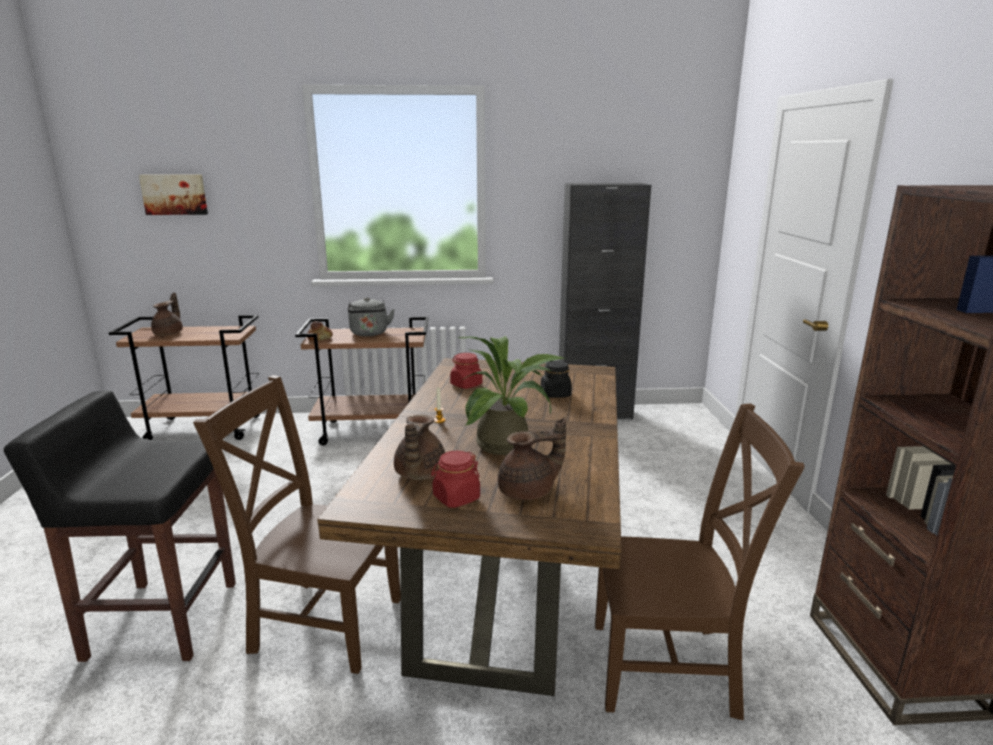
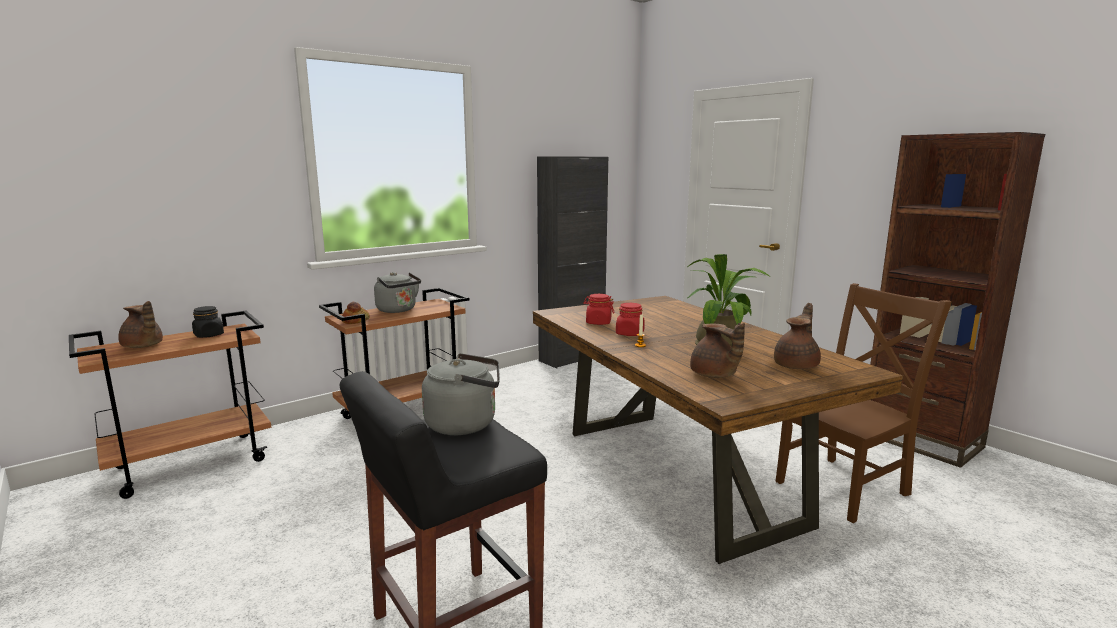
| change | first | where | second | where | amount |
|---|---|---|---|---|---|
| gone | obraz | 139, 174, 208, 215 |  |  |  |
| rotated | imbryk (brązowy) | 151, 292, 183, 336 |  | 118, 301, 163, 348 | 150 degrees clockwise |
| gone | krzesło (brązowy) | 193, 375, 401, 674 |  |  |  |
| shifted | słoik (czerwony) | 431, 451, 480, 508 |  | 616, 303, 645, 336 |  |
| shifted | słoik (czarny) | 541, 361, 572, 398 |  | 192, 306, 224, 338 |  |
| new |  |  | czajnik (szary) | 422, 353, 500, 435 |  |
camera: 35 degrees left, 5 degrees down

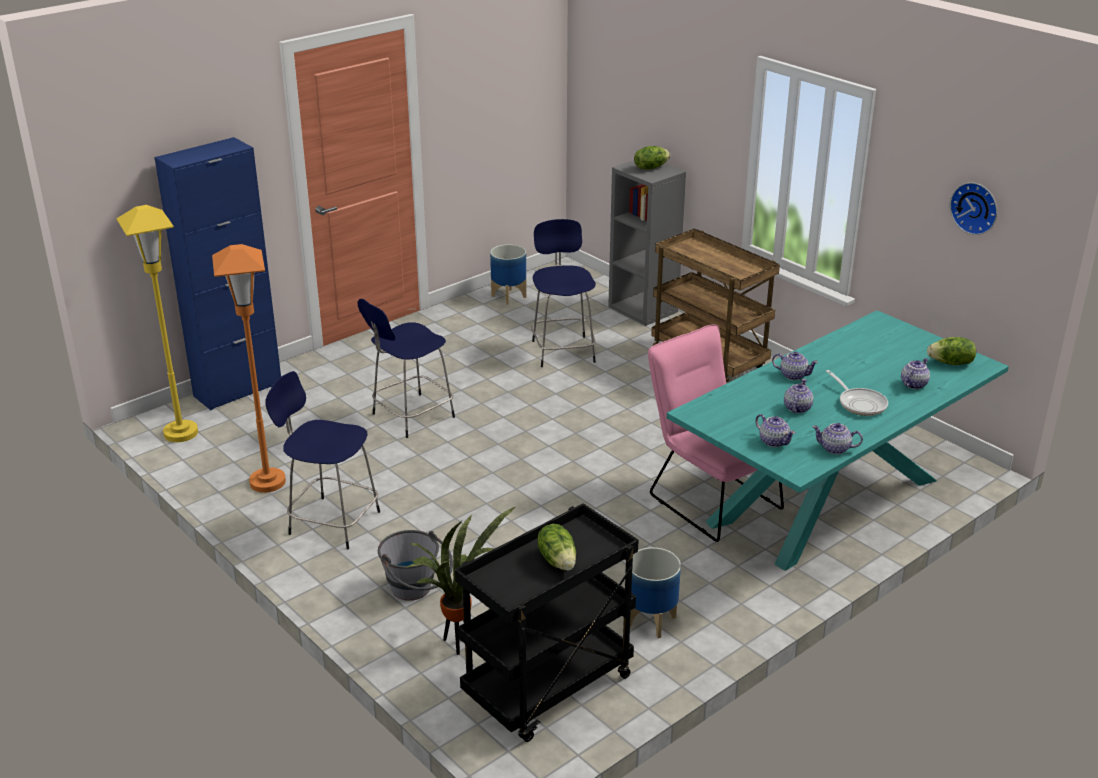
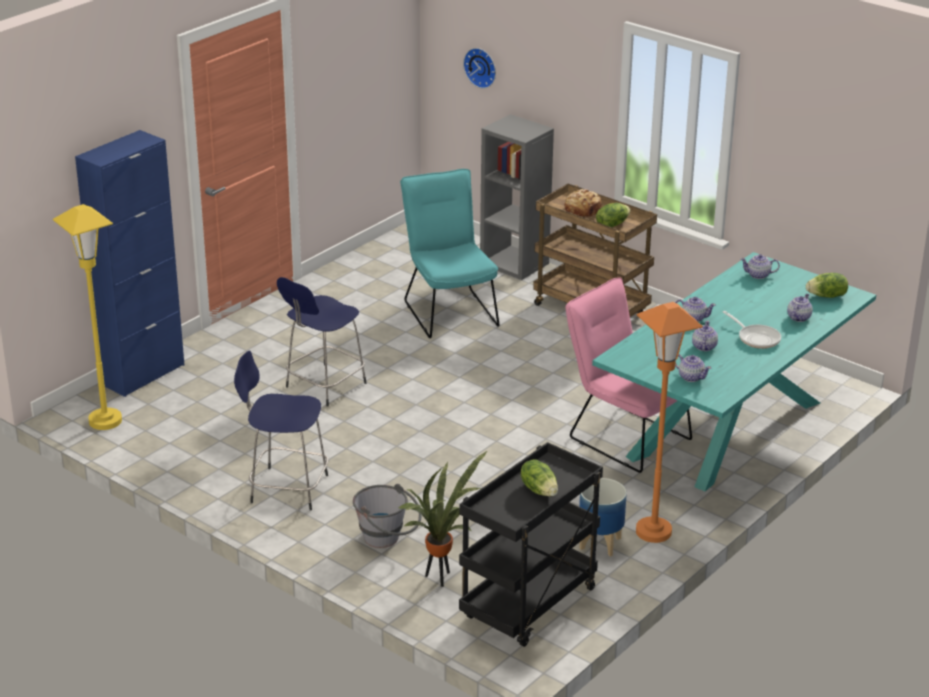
| change | first | where | second | where | amount |
|---|---|---|---|---|---|
| shifted | lampa stojąca (pomarańczowy) | 212, 244, 286, 493 |  | 636, 302, 703, 543 |  |
| gone | donica | 490, 244, 527, 305 |  |  |  |
| swapped | stołek (niebieski) | 531, 219, 596, 367 | krzesło (turkusowy) | 400, 169, 499, 338 |  |
| shifted | sałata | 634, 146, 670, 170 |  | 596, 203, 630, 227 |  |
| shifted | imbryk | 812, 423, 863, 454 |  | 740, 254, 780, 279 |  |
| shifted | zegar ścienny | 950, 182, 997, 235 |  | 463, 48, 496, 89 |  |
| new |  |  | chleb | 565, 189, 602, 218 |  |
camera: 10 degrees left, 0 degrees up

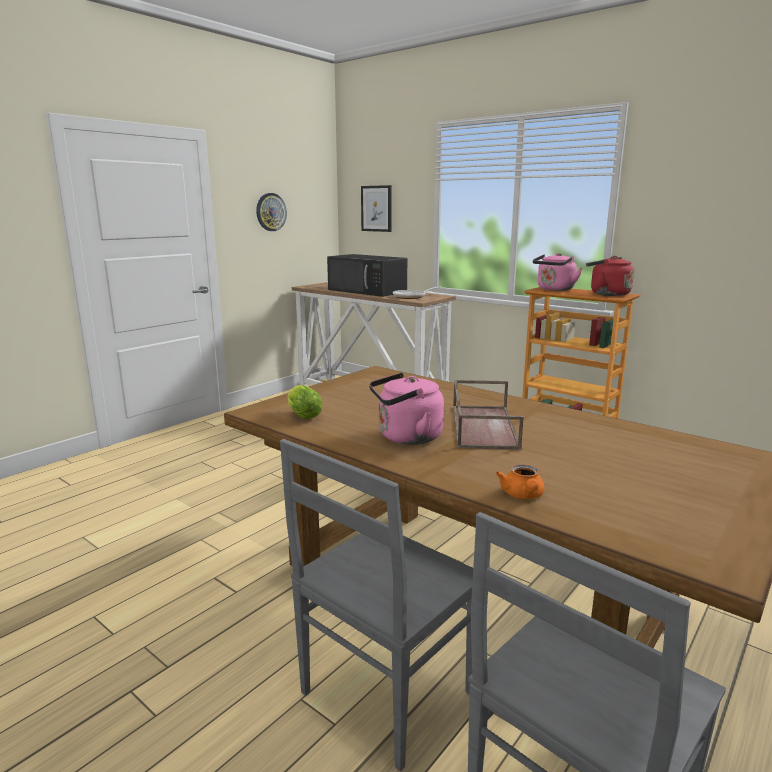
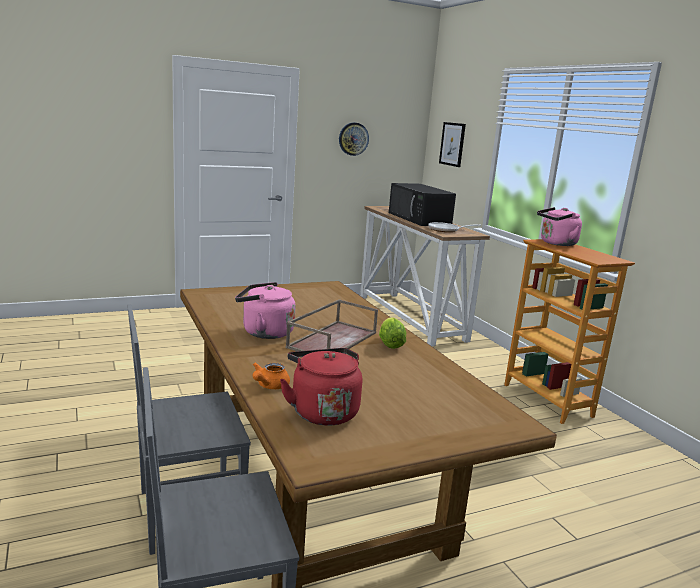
| change | first | where | second | where | amount |
|---|---|---|---|---|---|
| shifted | sałata | 287, 385, 322, 419 |  | 379, 317, 406, 349 |  |
| shifted | czajnik (czerwony) | 586, 256, 634, 296 |  | 280, 348, 362, 426 |  |
camera: 25 degrees right, 0 degrees up

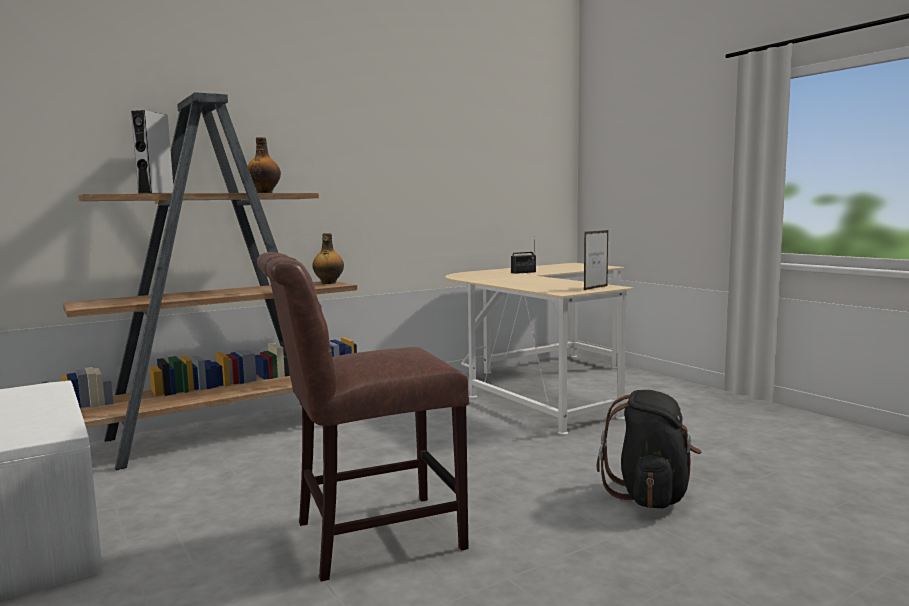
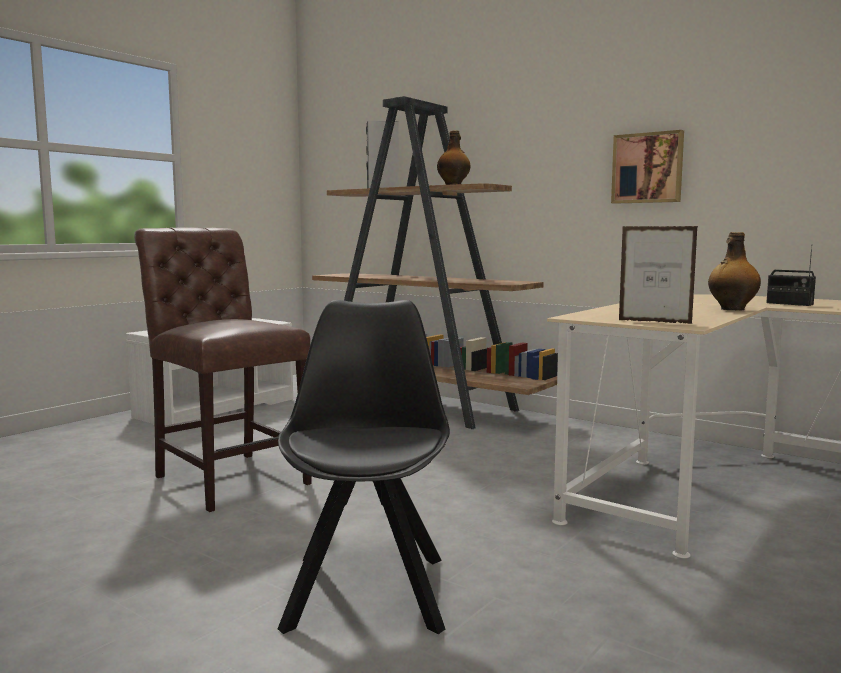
| change | first | where | second | where | amount |
|---|---|---|---|---|---|
| shifted | butelka | 312, 233, 344, 284 |  | 708, 232, 761, 310 |  |
| swapped | plecak (czarny) | 597, 390, 702, 508 | krzesło (czarny) | 278, 300, 450, 634 |  |
| new |  |  | obraz | 611, 130, 684, 204 |  |
camera: 70 degrees right, 0 degrees up

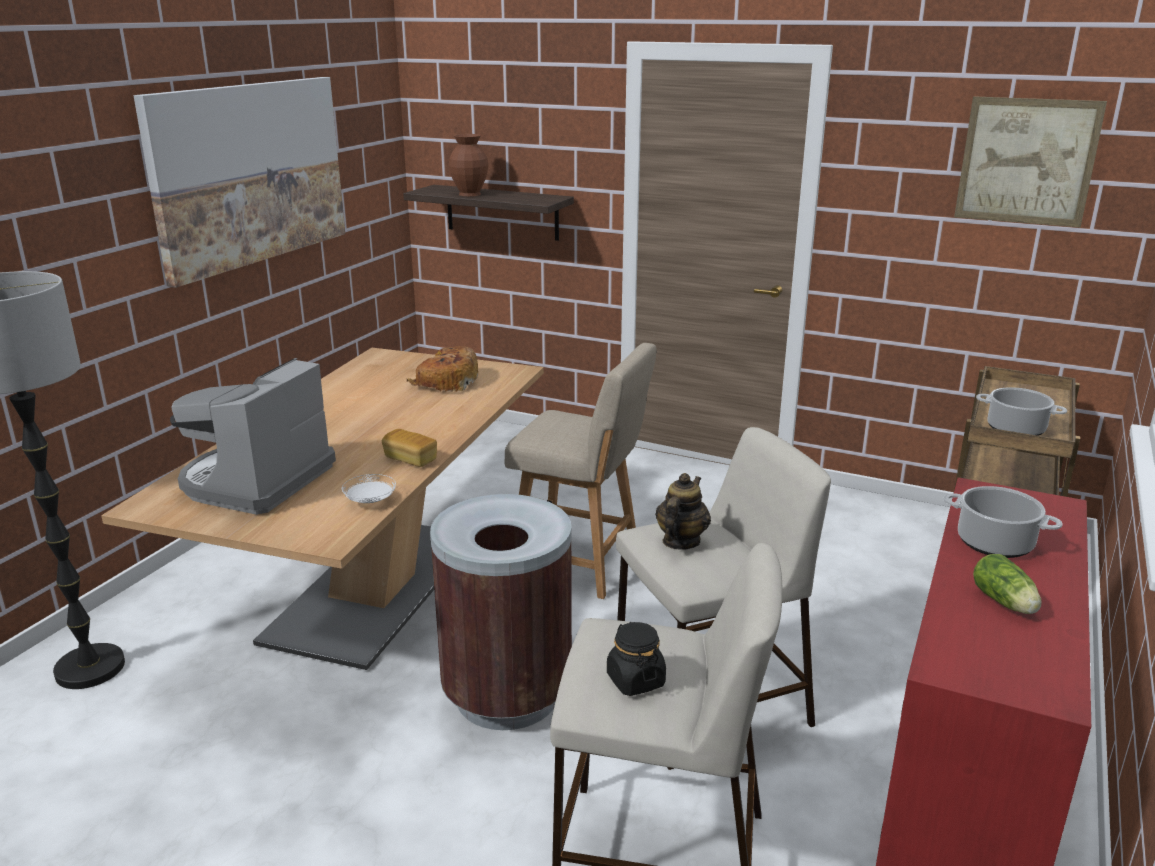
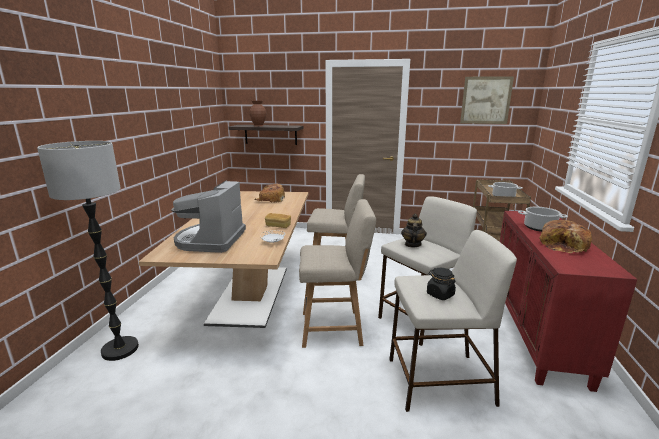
| change | first | where | second | where | amount |
|---|---|---|---|---|---|
| gone | obraz | 133, 77, 345, 288 |  |  |  |
| swapped | kosz na śmieci (brązowy) | 430, 494, 572, 730 | krzesło (beżowy) | 299, 199, 376, 348 |  |
| swapped | sałata | 973, 554, 1041, 614 | chleb | 539, 220, 592, 253 |  |
camera: 15 degrees left, 5 degrees down

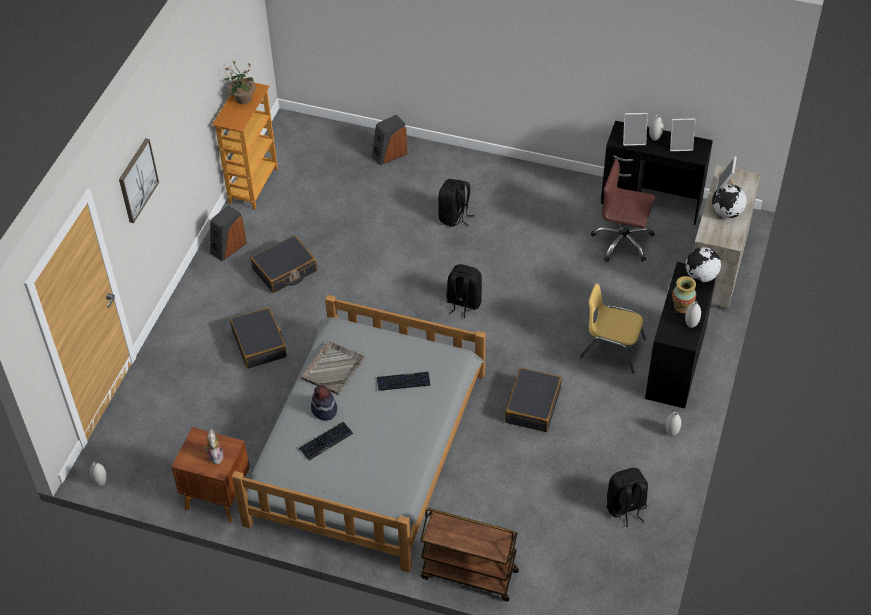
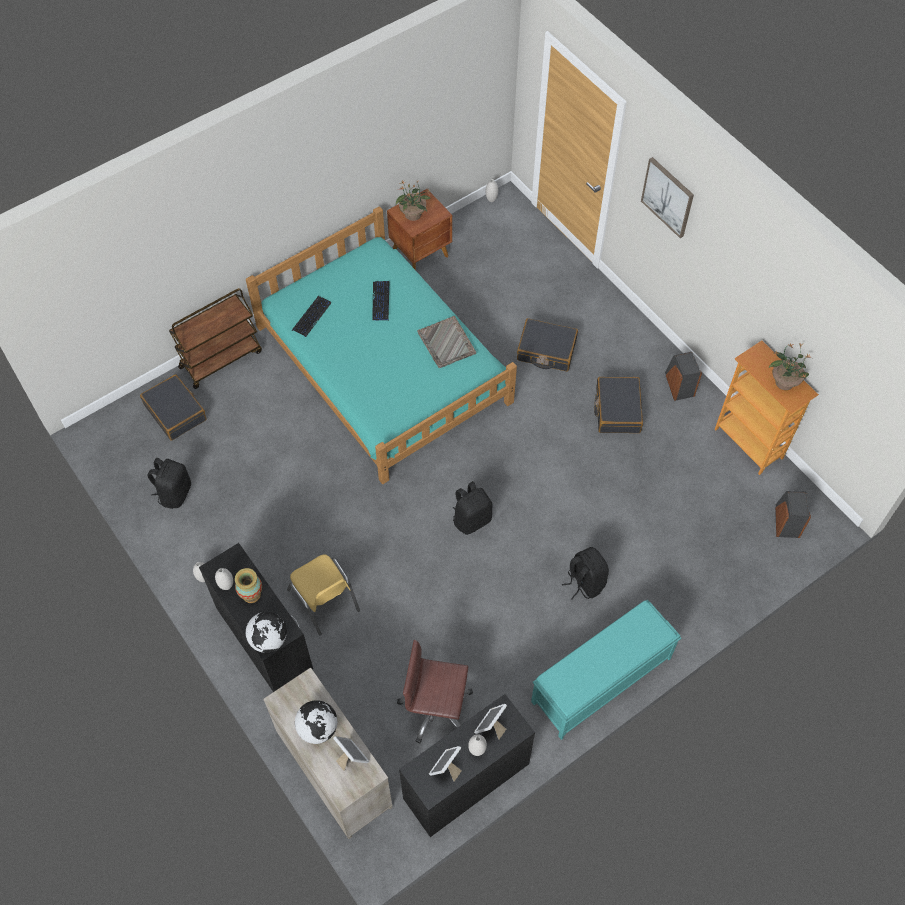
| change | first | where | second | where | amount |
|---|---|---|---|---|---|
| swapped | pluszak | 204, 429, 224, 464 | roślina doniczkowa | 396, 180, 431, 221 |  |
| repainted | łóżko (szary) | 232, 295, 486, 572 | łóżko (turkusowy) | 246, 206, 517, 484 |  |
| gone | kapelusz | 311, 385, 337, 420 |  |  |  |
| shifted | głośnik | 372, 114, 407, 165 |  | 775, 491, 811, 538 |  |
| shifted | klawiatura | 377, 372, 430, 391 |  | 292, 296, 332, 337 |  |
| shifted | walizka (czarny) | 505, 368, 562, 432 |  | 140, 374, 207, 441 |  |
| rotated | krzesło (żółty) | 580, 284, 646, 373 |  | 287, 554, 360, 635 | 90 degrees clockwise |
| rotated | krzesło biurowe (brązowy) | 591, 159, 655, 262 |  | 397, 640, 473, 743 | 135 degrees counterclockwise |
| new |  |  | ławka (turkusowy) | 531, 600, 681, 740 |  |
camera: 125 degrees right, 10 degrees up

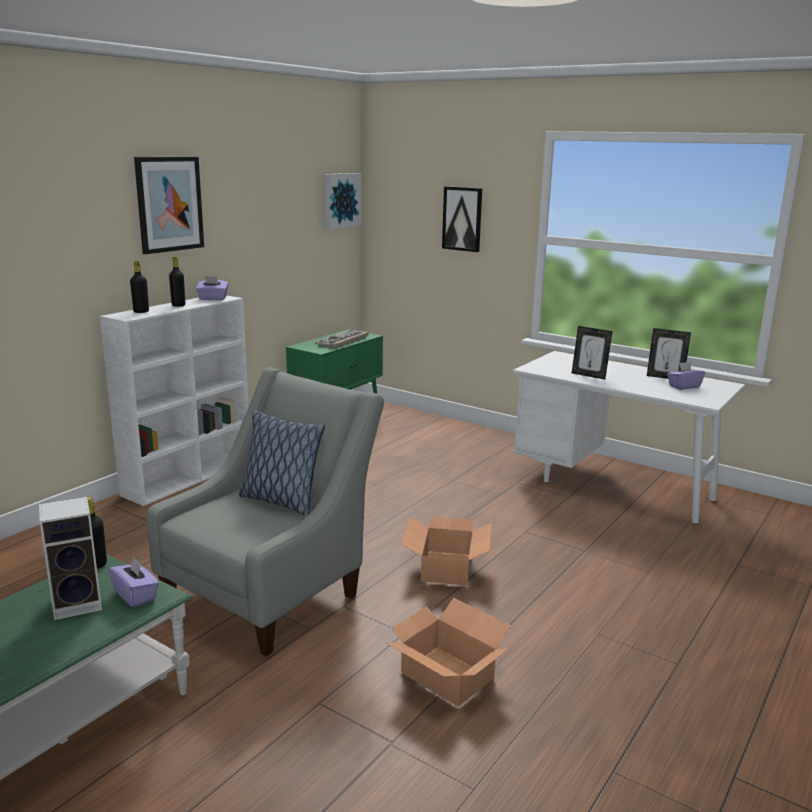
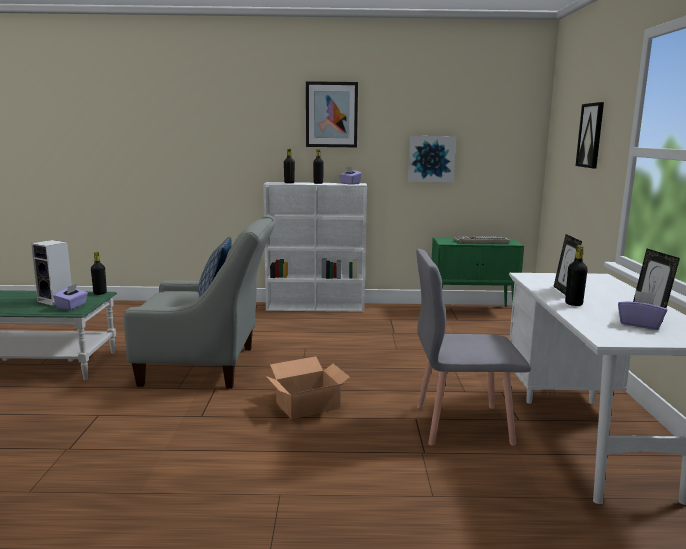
| change | first | where | second | where | amount |
|---|---|---|---|---|---|
| shifted | obraz | 324, 173, 361, 230 |  | 408, 136, 456, 182 |  |
| gone | karton | 385, 598, 511, 707 |  |  |  |
| new |  |  | krzesło (szary) | 416, 249, 531, 446 |  |
| new |  |  | butelka (czarny) | 565, 245, 588, 306 |  |
camera: 55 degrees right, 5 degrees down

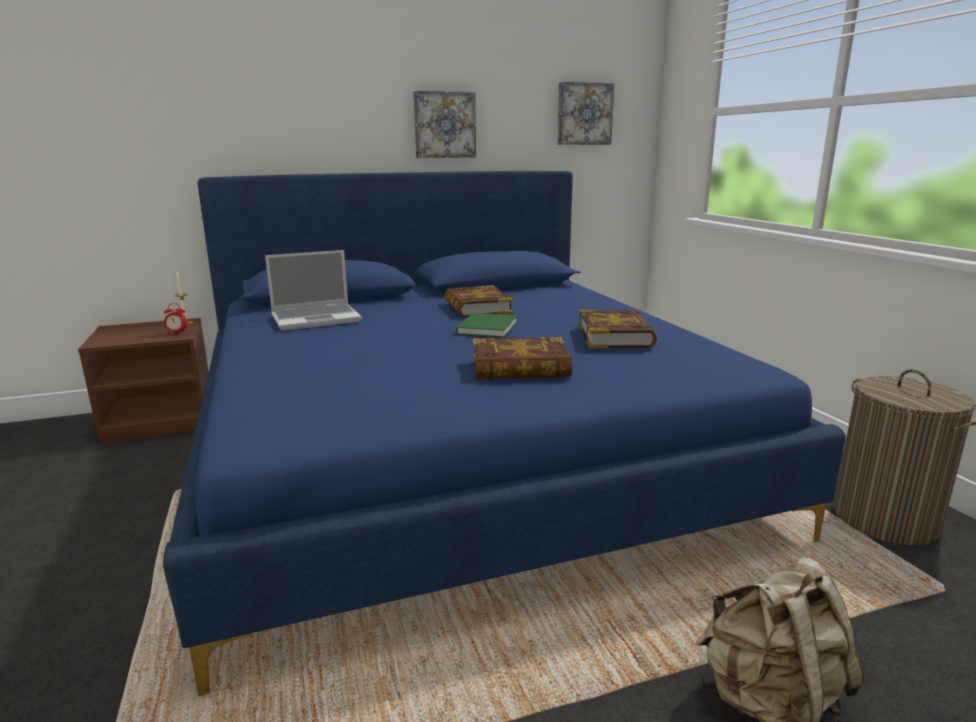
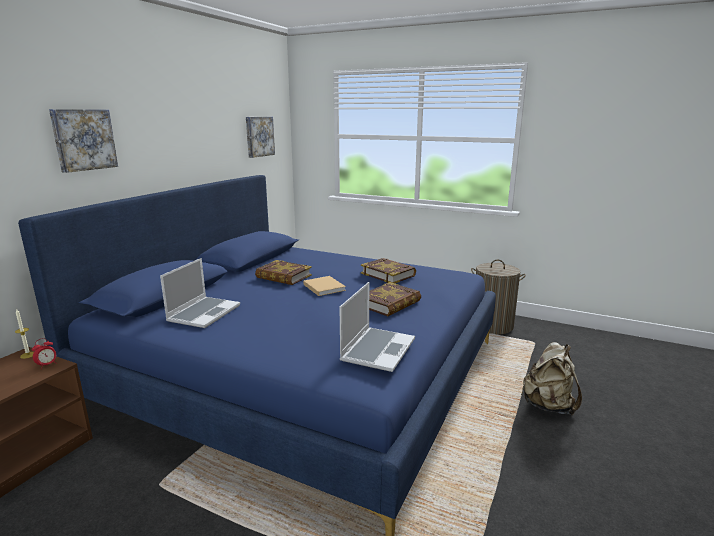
| change | first | where | second | where | amount |
|---|---|---|---|---|---|
| shifted | obraz | 413, 91, 476, 158 |  | 49, 109, 118, 173 |  |
| repainted | książka (zielony) | 456, 313, 518, 337 | książka (beżowy) | 303, 276, 346, 296 |  |
| new |  |  | laptop | 340, 282, 415, 372 |  |
camera: 45 degrees left, 0 degrees up

